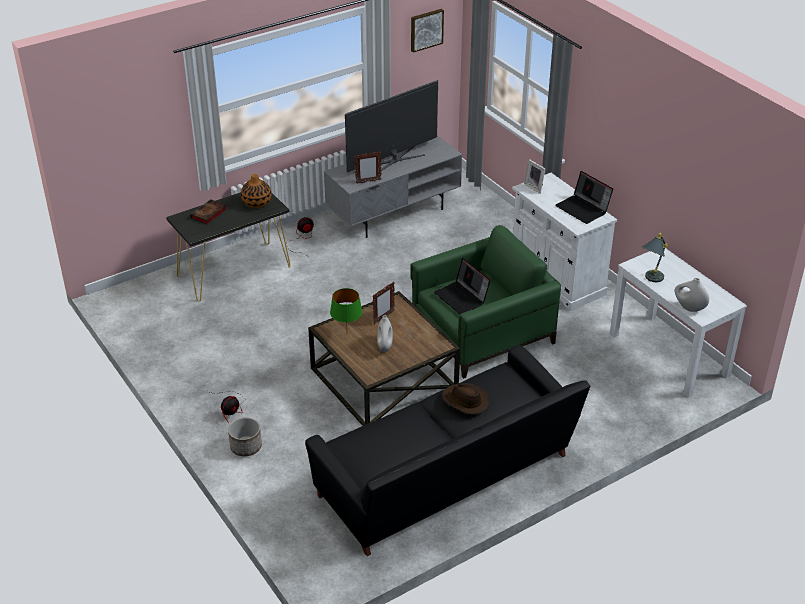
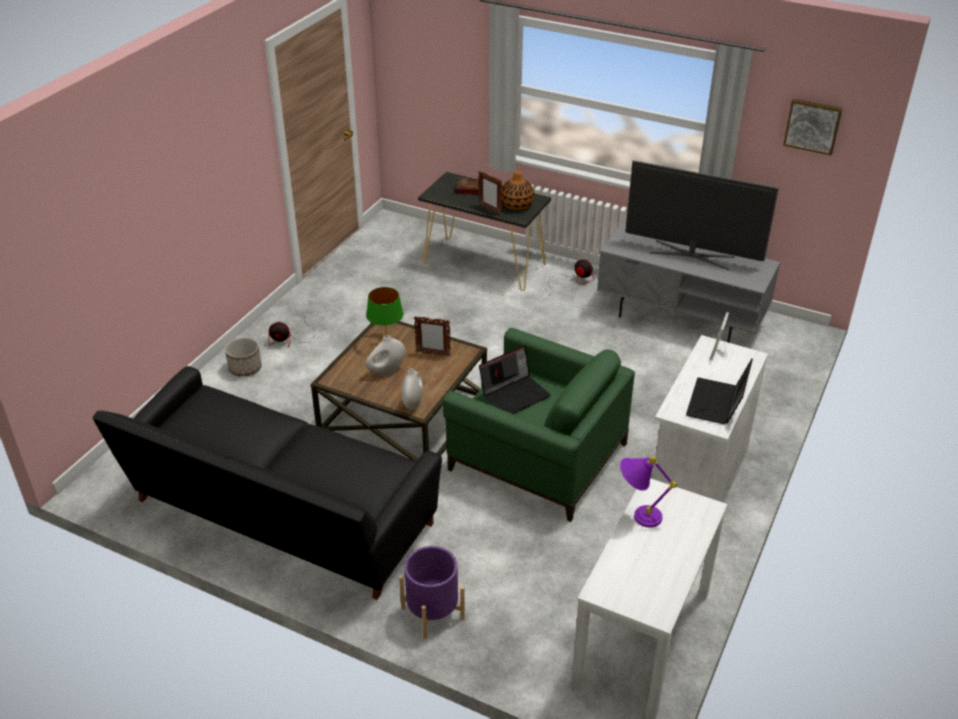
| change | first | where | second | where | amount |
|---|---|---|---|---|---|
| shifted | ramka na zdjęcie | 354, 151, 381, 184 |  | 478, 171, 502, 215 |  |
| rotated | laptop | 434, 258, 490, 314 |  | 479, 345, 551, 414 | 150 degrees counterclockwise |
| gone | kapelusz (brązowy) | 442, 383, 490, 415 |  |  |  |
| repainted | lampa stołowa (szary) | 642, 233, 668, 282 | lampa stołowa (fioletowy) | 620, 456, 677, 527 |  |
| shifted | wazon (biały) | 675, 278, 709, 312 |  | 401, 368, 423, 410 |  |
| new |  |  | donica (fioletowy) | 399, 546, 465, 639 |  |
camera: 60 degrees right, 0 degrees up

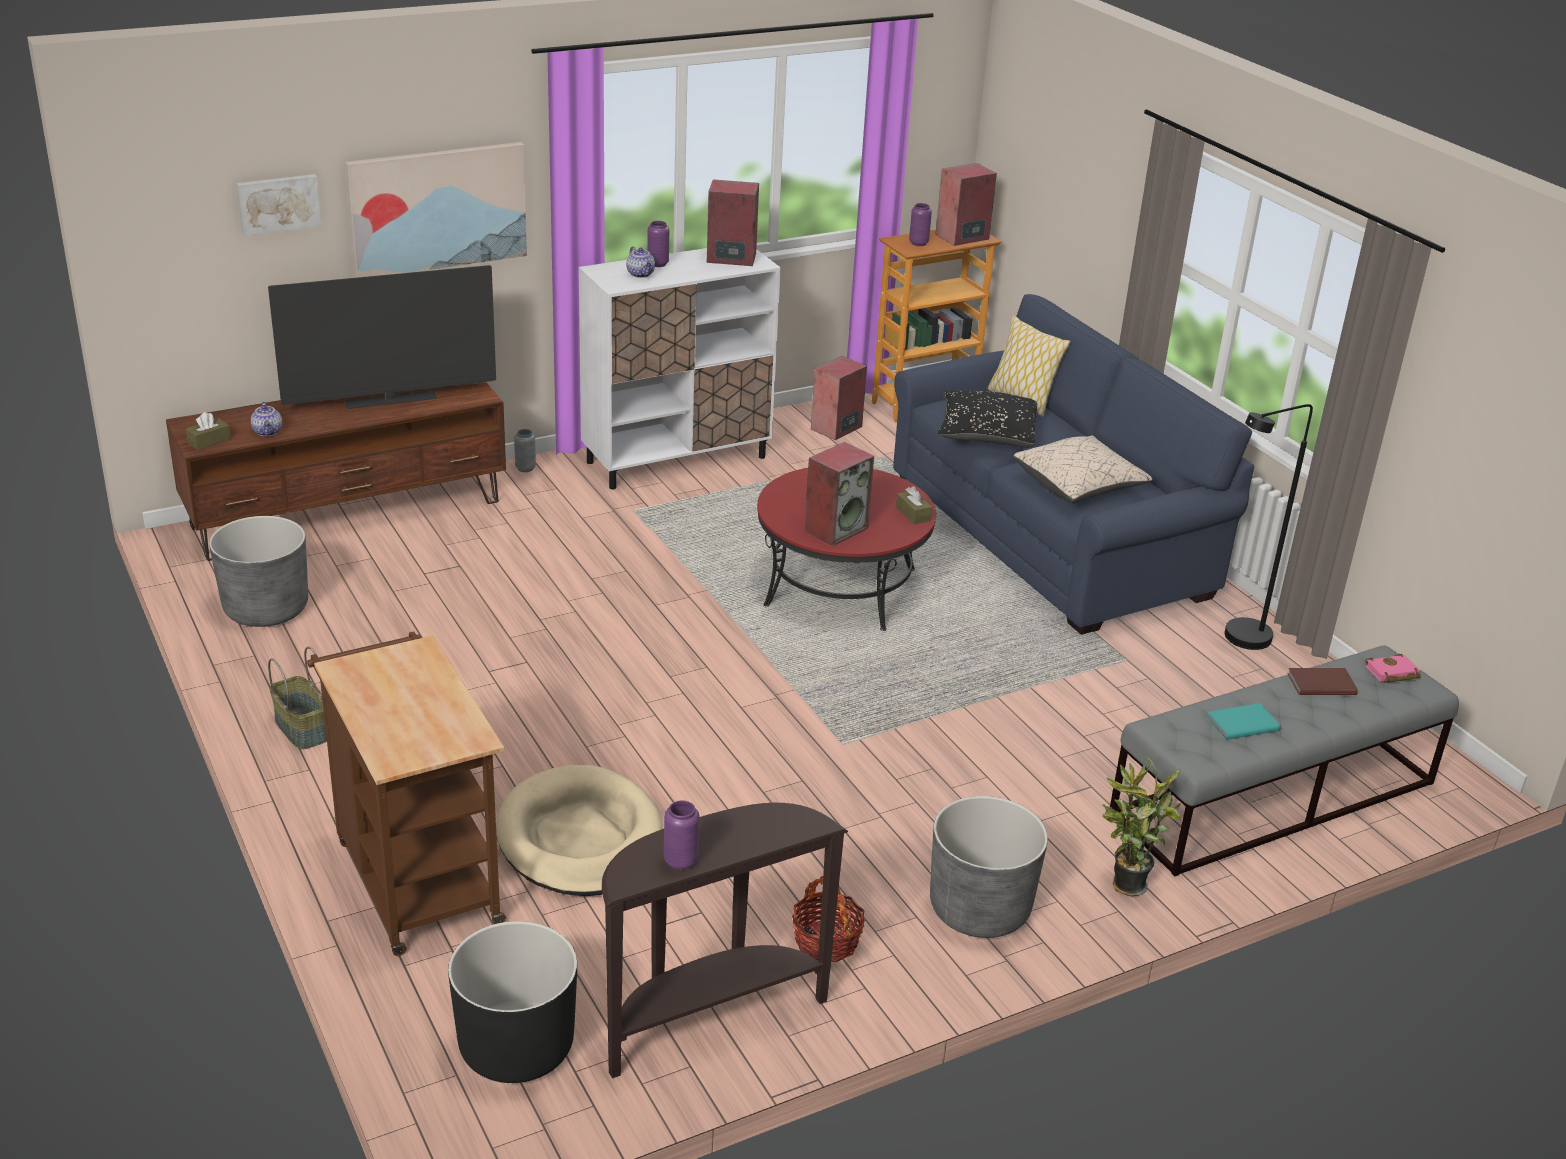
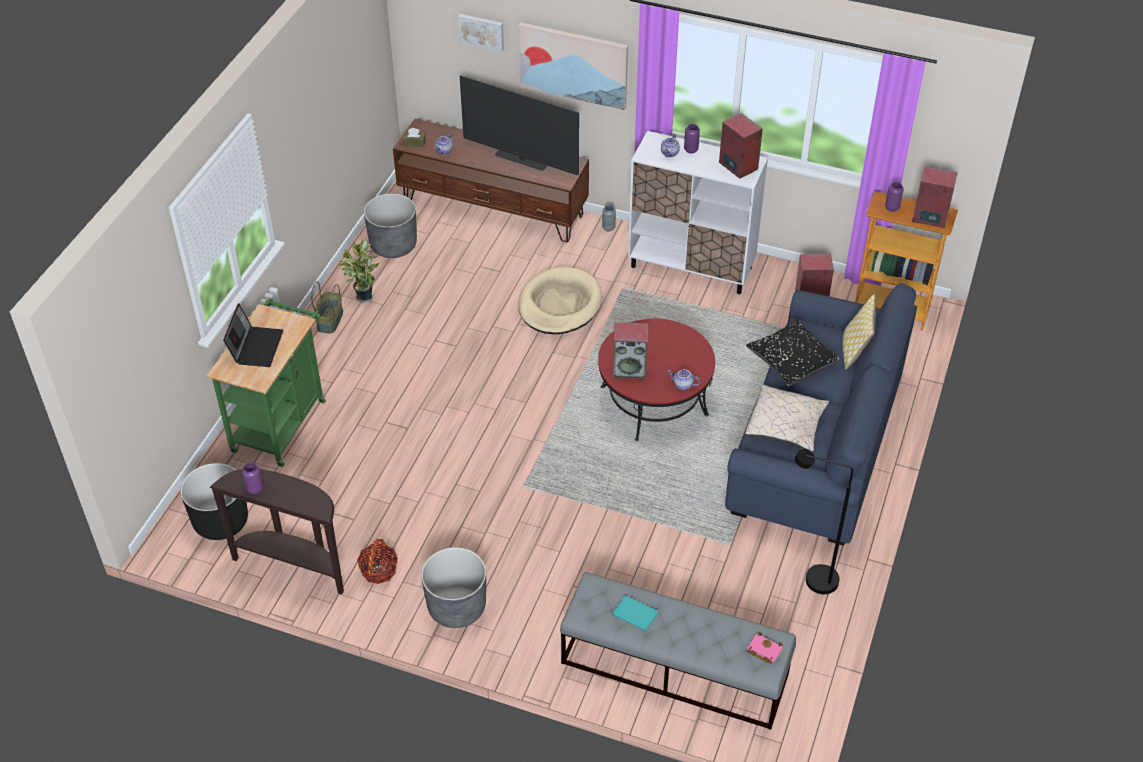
| change | first | where | second | where | amount |
|---|---|---|---|---|---|
| repainted | wózek (brązowy) | 307, 631, 506, 956 | wózek (zielony) | 207, 298, 326, 467 |  |
| shifted | legowisko (beżowy) | 496, 765, 663, 896 |  | 518, 267, 602, 334 |  |
| swapped | pudełko chusteczek (brązowy) | 896, 486, 932, 524 | imbryk | 668, 369, 700, 390 |  |
| shifted | roślina doniczkowa | 1102, 756, 1181, 896 |  | 339, 239, 379, 303 |  |
| gone | książka (brązowy) | 1287, 668, 1358, 695 |  |  |  |
| new |  |  | laptop | 223, 303, 284, 367 |  |
camera: 50 degrees right, 15 degrees up

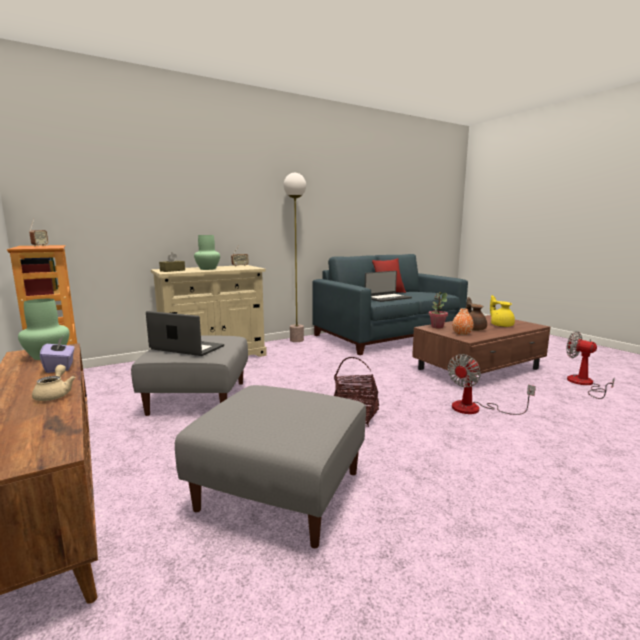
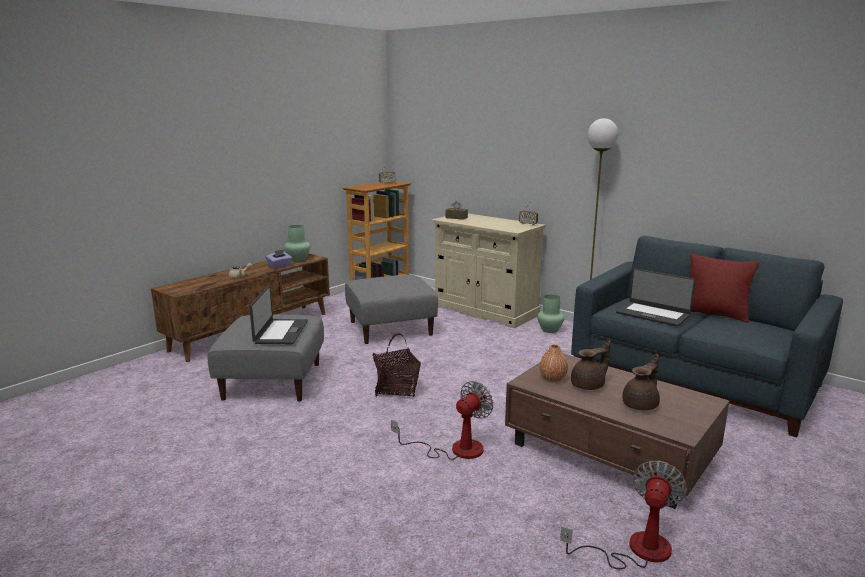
| change | first | where | second | where | amount |
|---|---|---|---|---|---|
| shifted | laptop | 146, 311, 224, 356 |  | 249, 286, 308, 344 |  |
| shifted | wazon (zielony) | 194, 235, 220, 270 |  | 537, 295, 564, 333 |  |
| gone | roślina doniczkowa | 429, 292, 448, 328 |  |  |  |
| rotated | wentylator | 448, 354, 536, 415 |  | 391, 381, 493, 460 | 105 degrees clockwise |
| repainted | imbryk (żółty) | 490, 295, 515, 327 | imbryk (brązowy) | 622, 354, 660, 410 |  |
camera: 70 degrees right, 5 degrees up

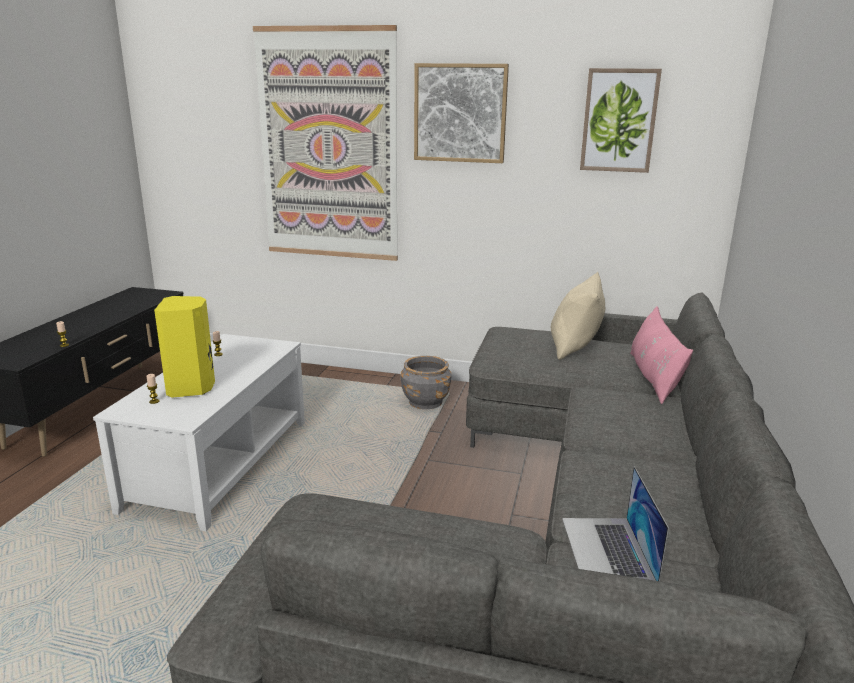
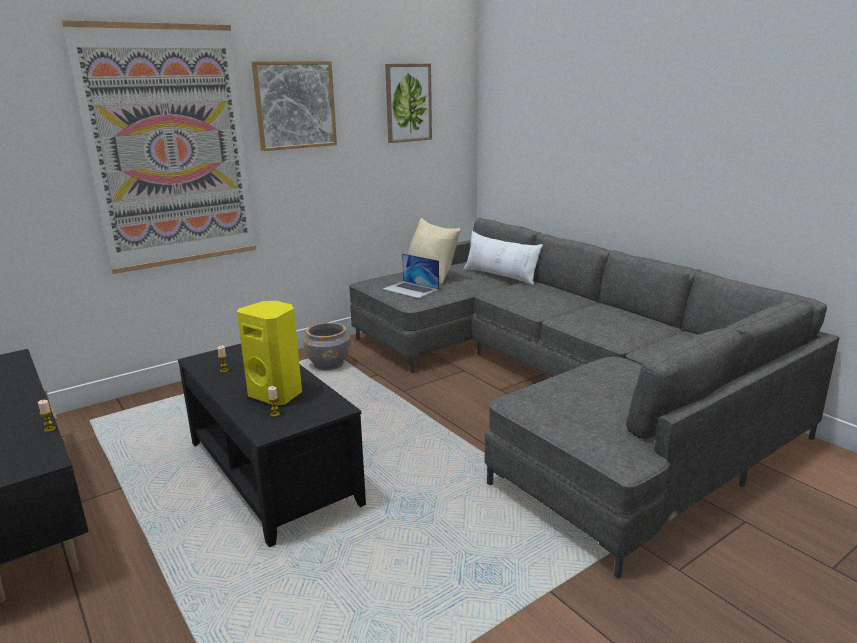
| change | first | where | second | where | amount |
|---|---|---|---|---|---|
| repainted | ława (biały) | 93, 334, 305, 531 | ława (czarny) | 178, 344, 366, 547 |  |
| shifted | laptop | 562, 466, 669, 581 |  | 383, 253, 439, 298 |  |
| repainted | poduszka (różowy) | 630, 306, 693, 404 | poduszka (biały) | 464, 231, 543, 285 |  |
camera: 50 degrees left, 0 degrees up

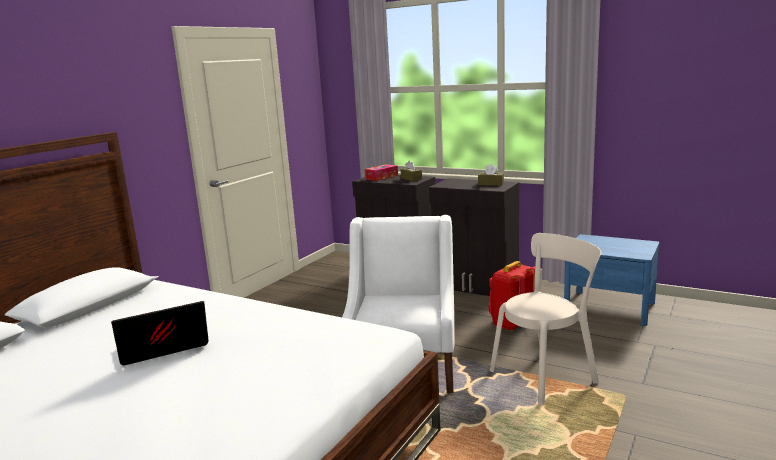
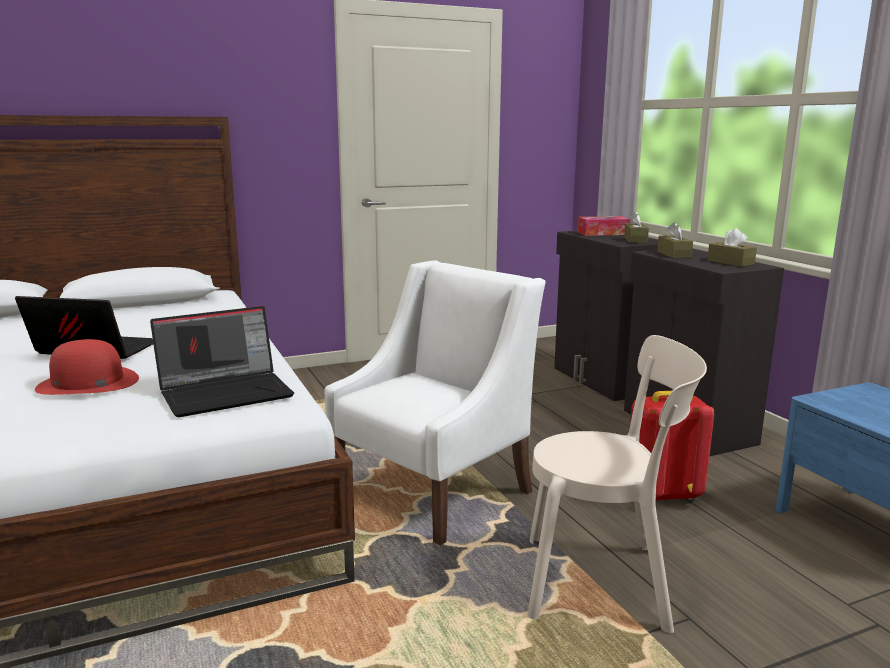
| change | first | where | second | where | amount |
|---|---|---|---|---|---|
| new |  |  | kapelusz (czerwony) | 35, 339, 139, 395 |  |
| new |  |  | laptop | 150, 306, 294, 417 |  |
| new |  |  | pudełko chusteczek (brązowy) | 657, 222, 693, 258 |  |
camera: 35 degrees right, 0 degrees up

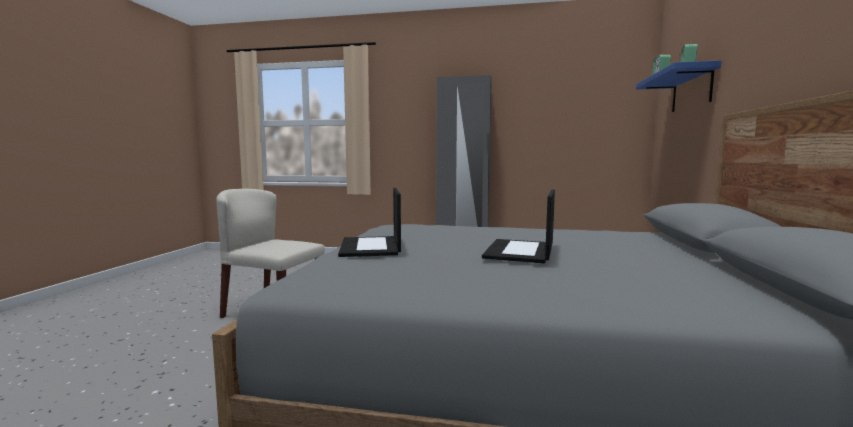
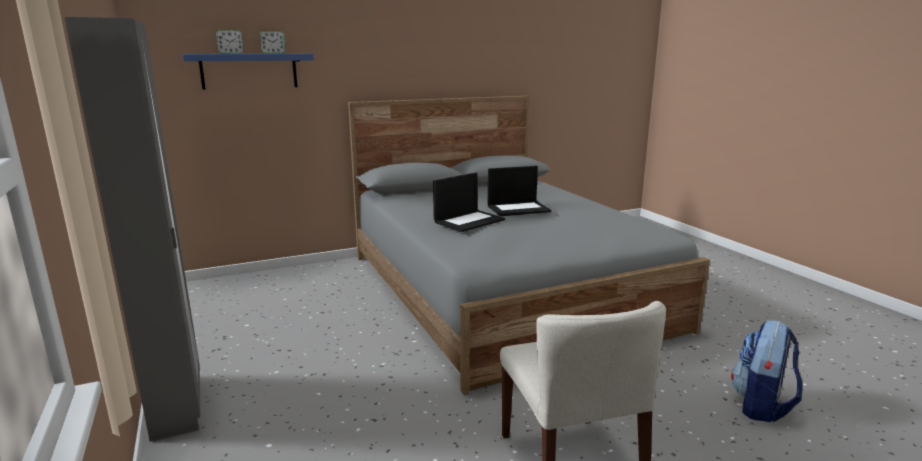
| change | first | where | second | where | amount |
|---|---|---|---|---|---|
| shifted | laptop | 338, 188, 401, 257 |  | 433, 172, 505, 232 |  |
| new |  |  | plecak | 731, 320, 803, 422 |  |
camera: 125 degrees left, 10 degrees up

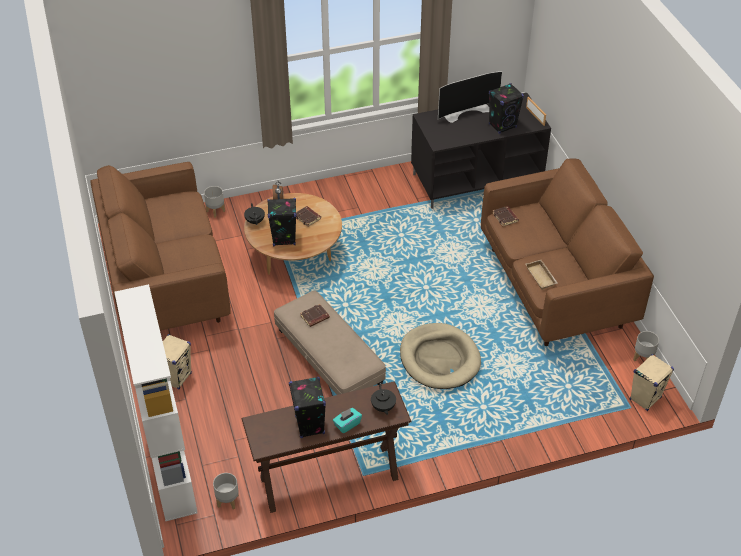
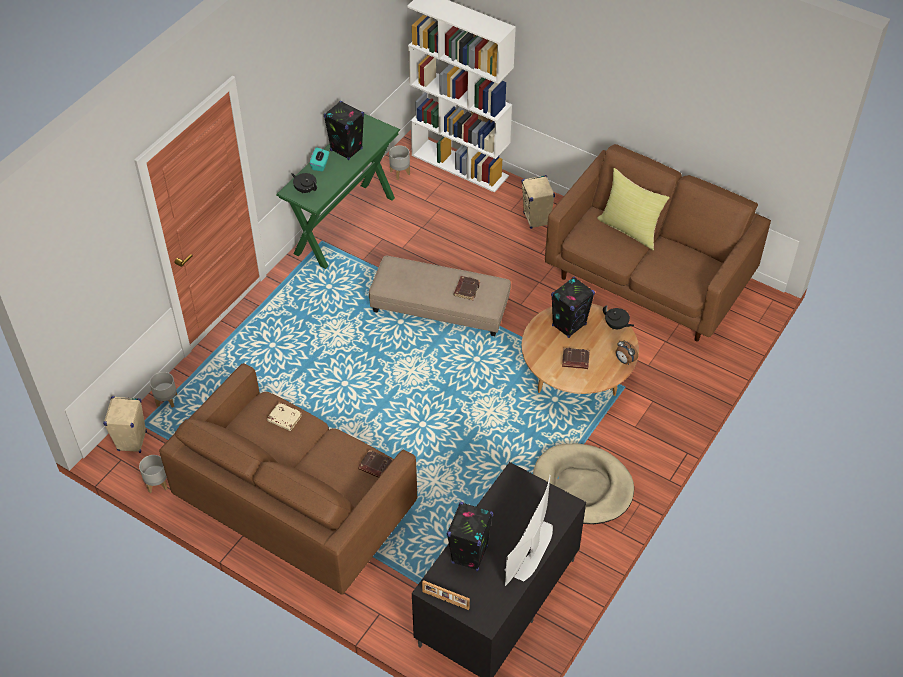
| change | first | where | second | where | amount |
|---|---|---|---|---|---|
| shifted | donica (szary) | 204, 186, 225, 218 |  | 150, 372, 177, 408 |  |
| repainted | stolik konsolowy (brązowy) | 242, 381, 412, 513 | stolik konsolowy (zielony) | 276, 114, 400, 269 |  |
| shifted | legowisko (beżowy) | 400, 323, 481, 389 |  | 533, 443, 634, 524 |  |
| swapped | taca (beżowy) | 526, 260, 558, 290 | książka (beżowy) | 267, 403, 302, 431 |  |
| new |  |  | poduszka (żółty) | 597, 168, 670, 250 |  |
camera: 140 degrees right, 5 degrees up

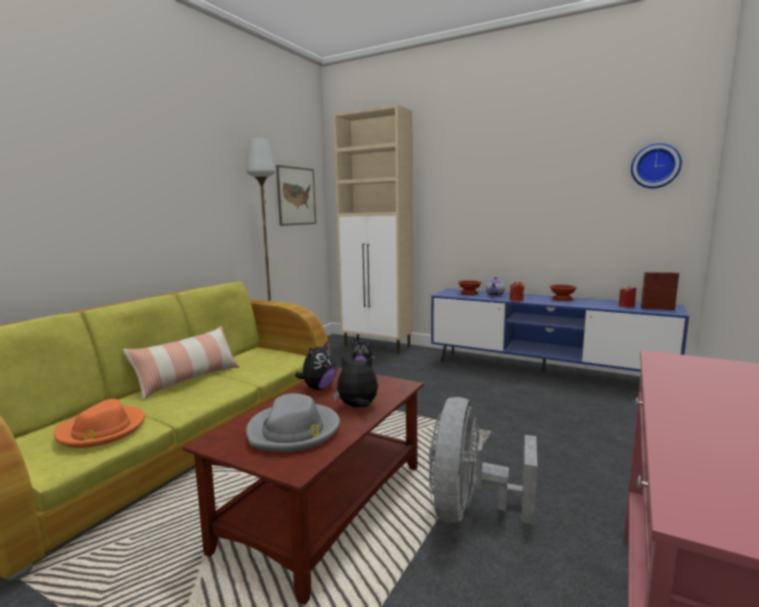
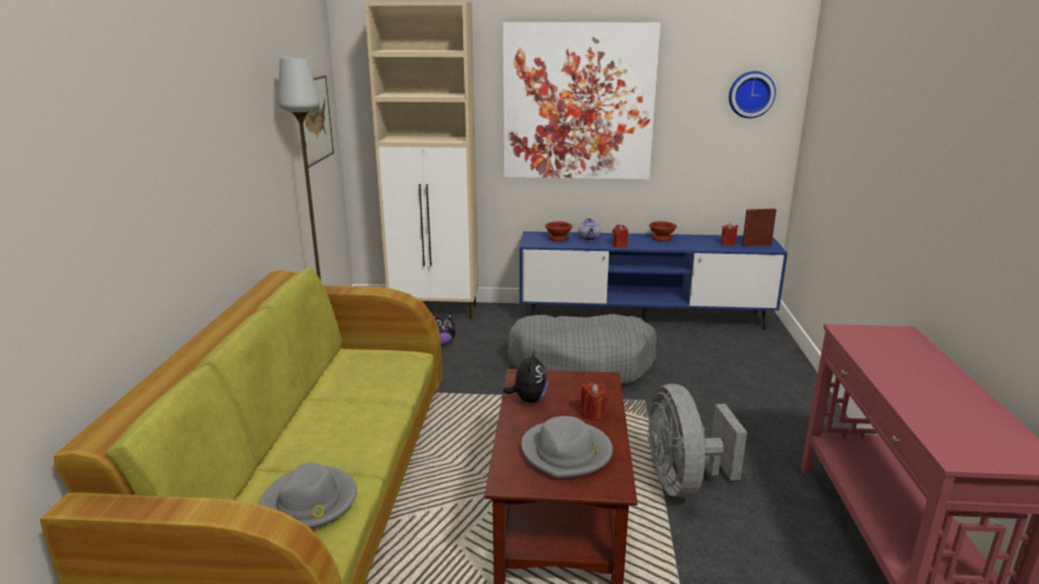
| change | first | where | second | where | amount |
|---|---|---|---|---|---|
| repainted | kapelusz (pomarańczowy) | 54, 399, 145, 448 | kapelusz (szary) | 259, 463, 357, 529 |  |
| gone | poduszka | 122, 326, 239, 400 |  |  |  |
| swapped | pluszak | 333, 356, 378, 408 | świeca (czerwony) | 580, 383, 608, 420 |  |
| new |  |  | obraz | 503, 23, 661, 180 |  |
| new |  |  | legowisko (szary) | 508, 314, 657, 385 |  |
camera: 25 degrees left, 10 degrees up

